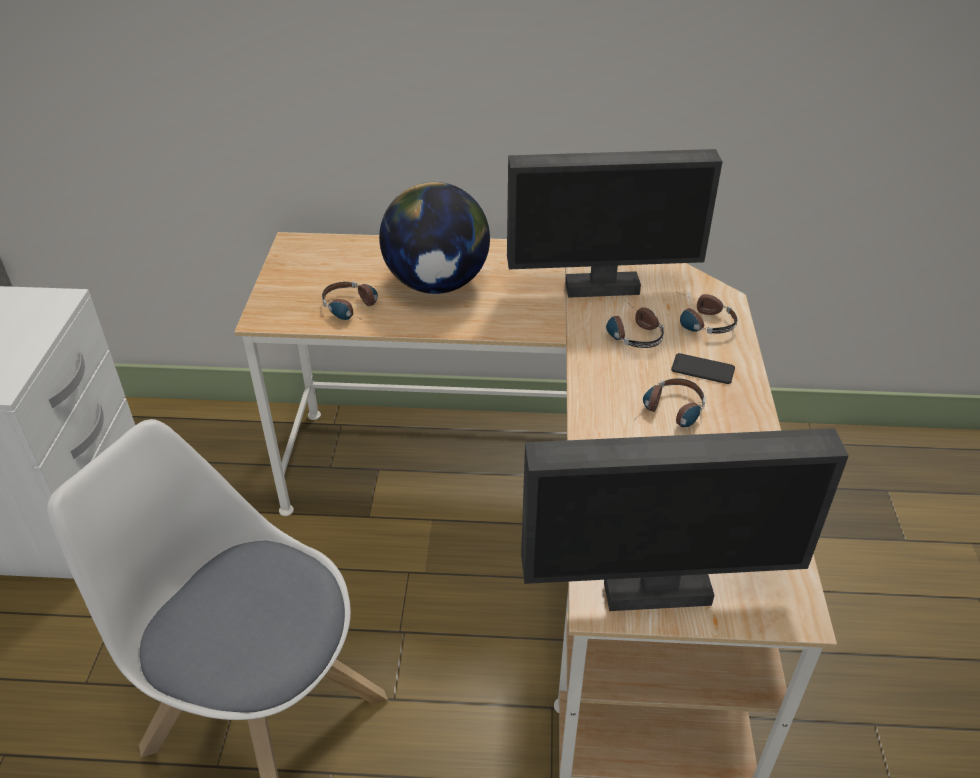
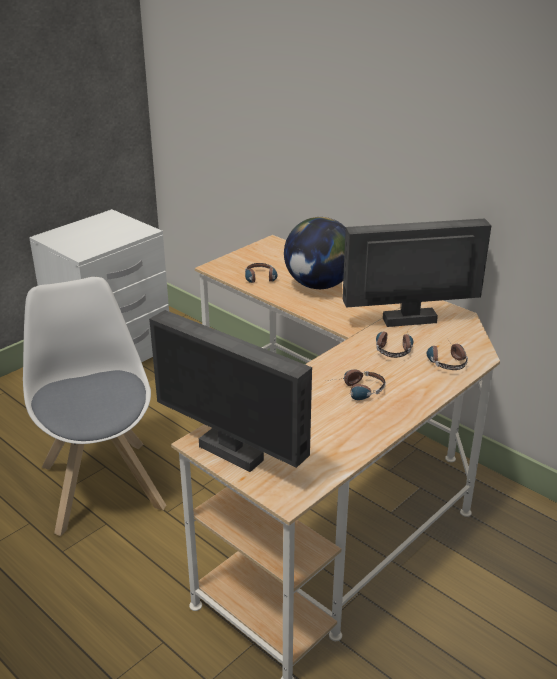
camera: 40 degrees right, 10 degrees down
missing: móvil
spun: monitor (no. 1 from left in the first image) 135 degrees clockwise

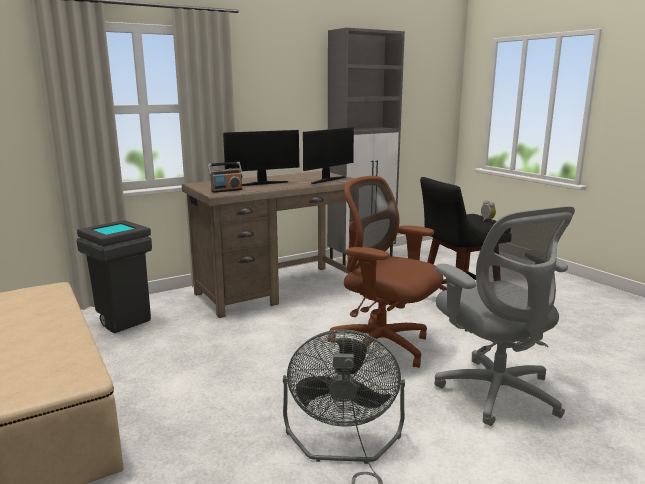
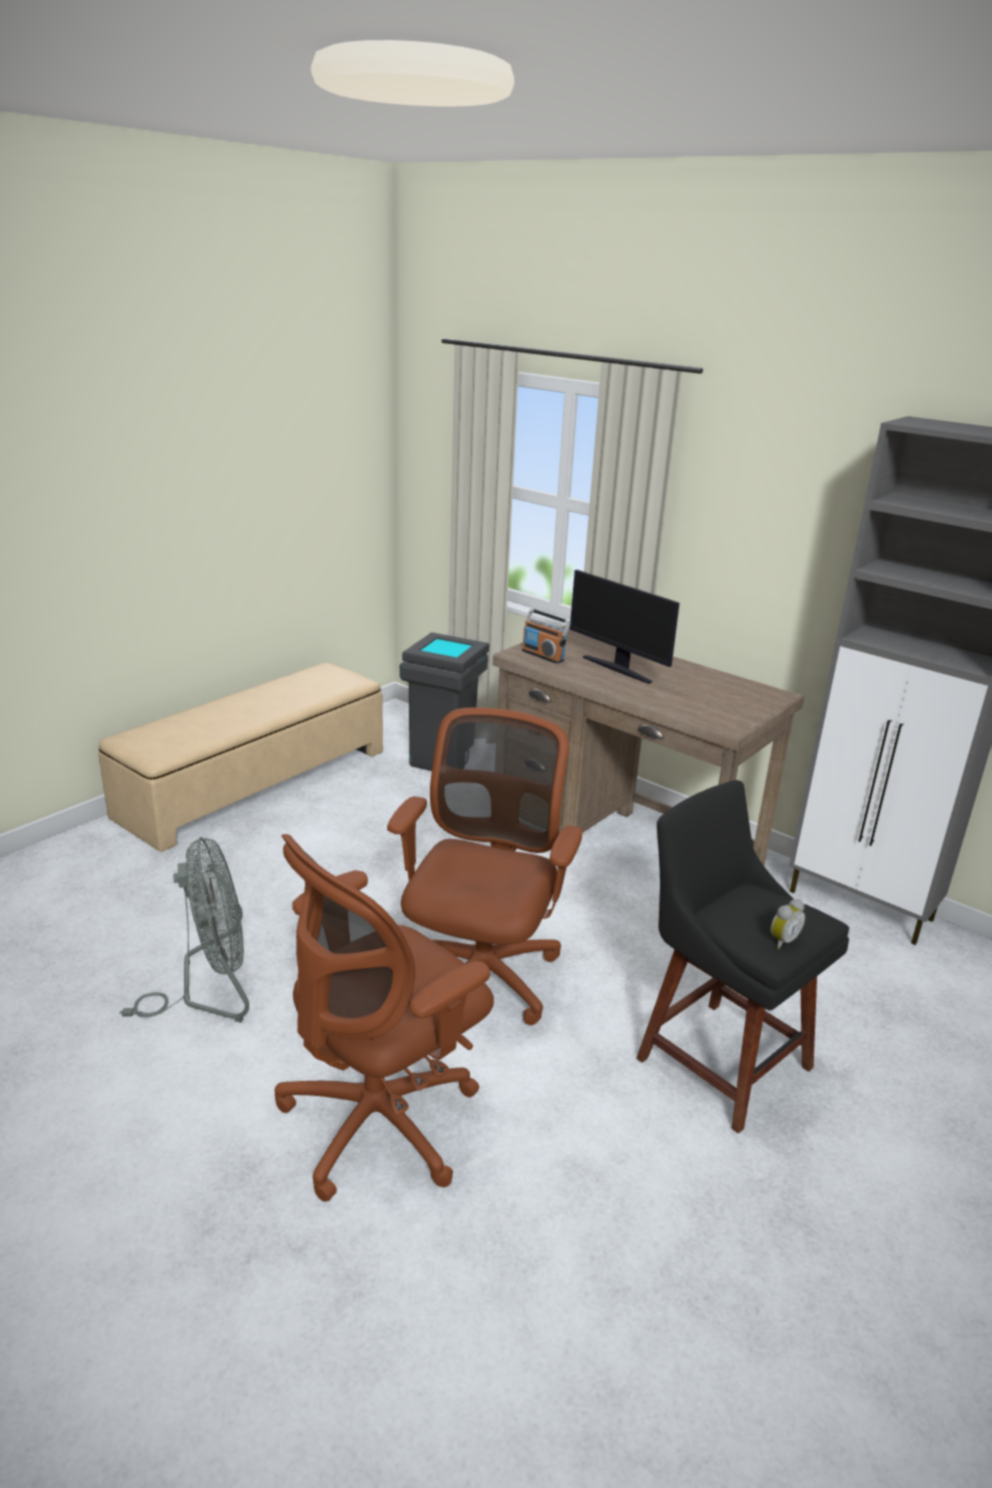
camera: 70 degrees right, 10 degrees up
missing: monitor (no. 2 from left)
colour: silla de oficina [gris] to silla de oficina [marrón] (no. 1 from left)

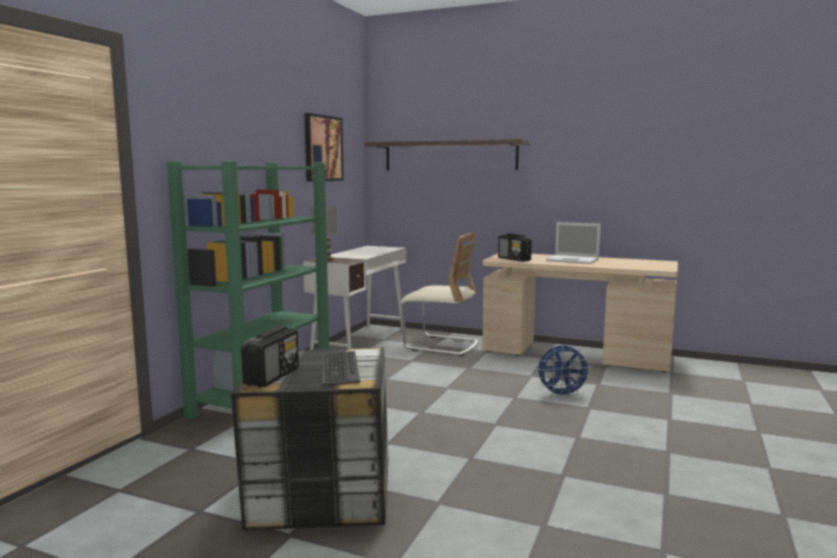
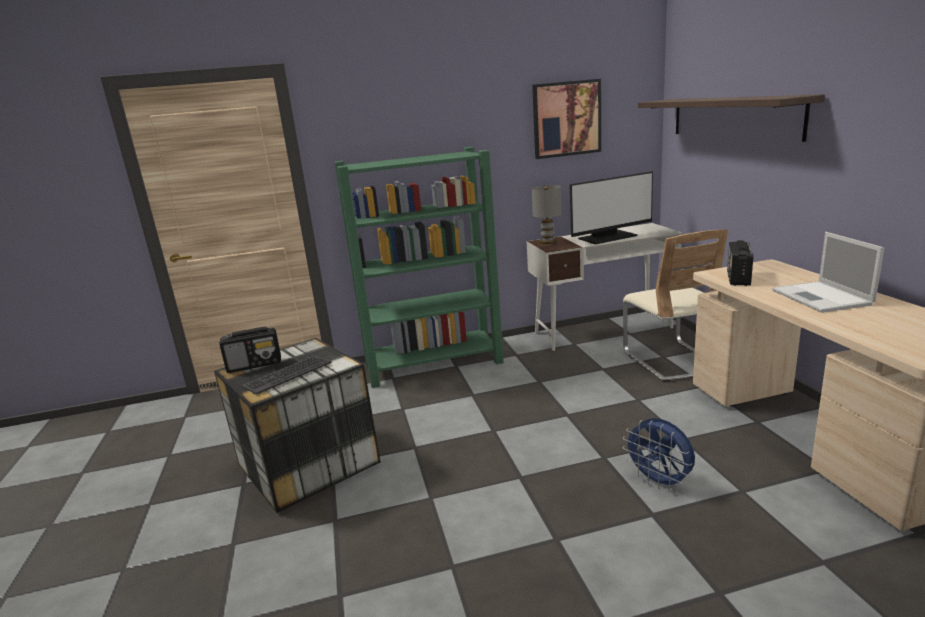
camera: 55 degrees right, 10 degrees up
appeared: monitor

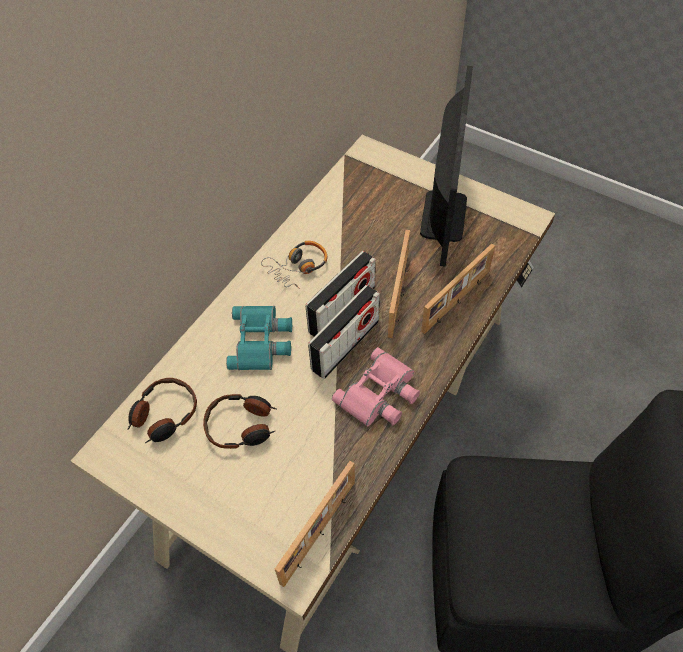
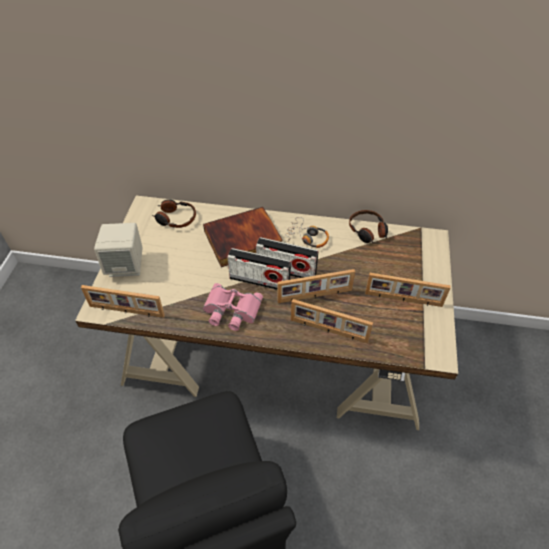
camera: 65 degrees right, 5 degrees down
appeared: altavoz [beis]
relocated: auriculares (no. 2 from left in the first image) to auriculares (no. 3 from left)
exchanged: prismáticos [turquesa] to libro; monitor to portarretratos (no. 4 from left)

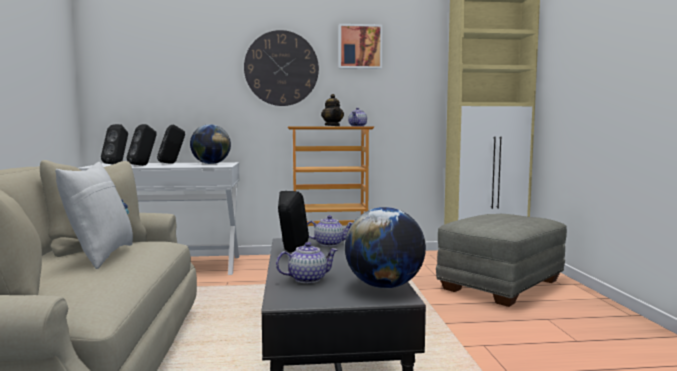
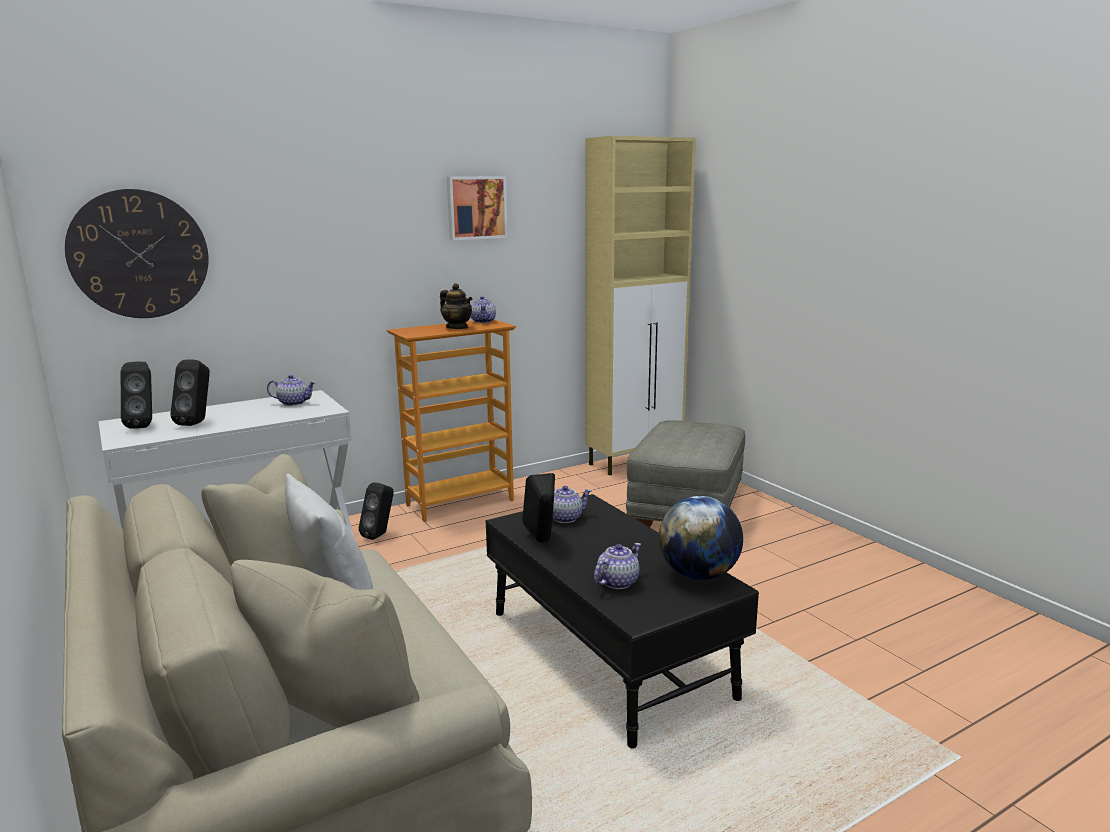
camera: 25 degrees left, 10 degrees up
relocated: altavoz [negro] (no. 3 from left); reloj de pared
exchanged: globo terráqueo (no. 1 from left) to tetera (no. 1 from left)

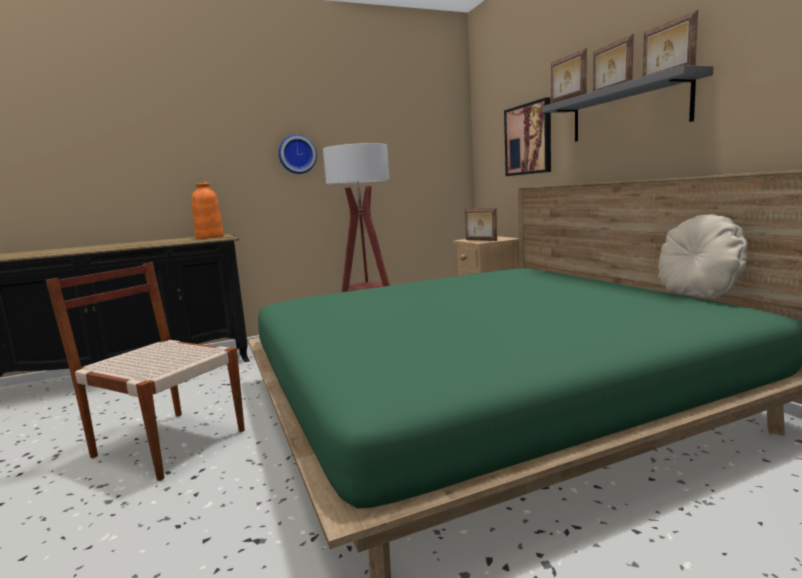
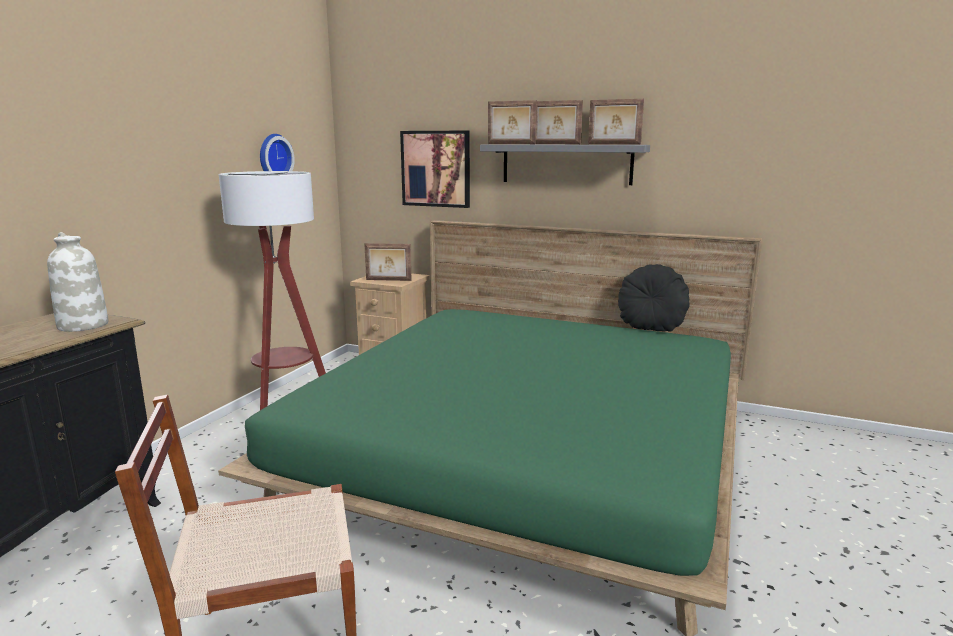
camera: 45 degrees left, 5 degrees up
relocated: reloj de pared
colour: florero [naranja] to florero [blanco]; cojín [beis] to cojín [negro]

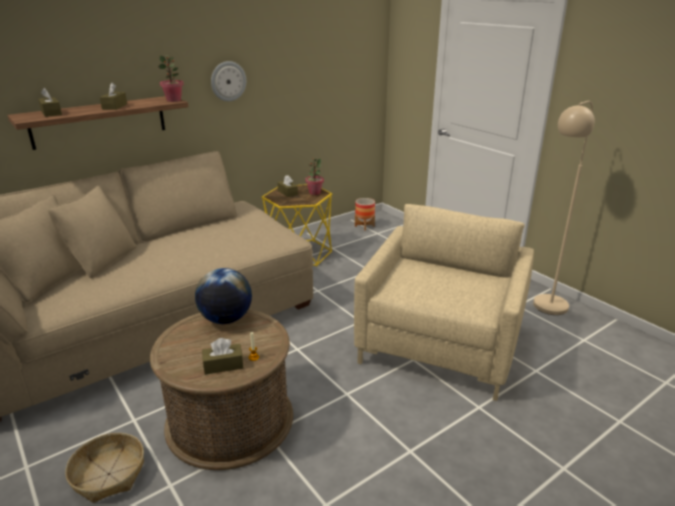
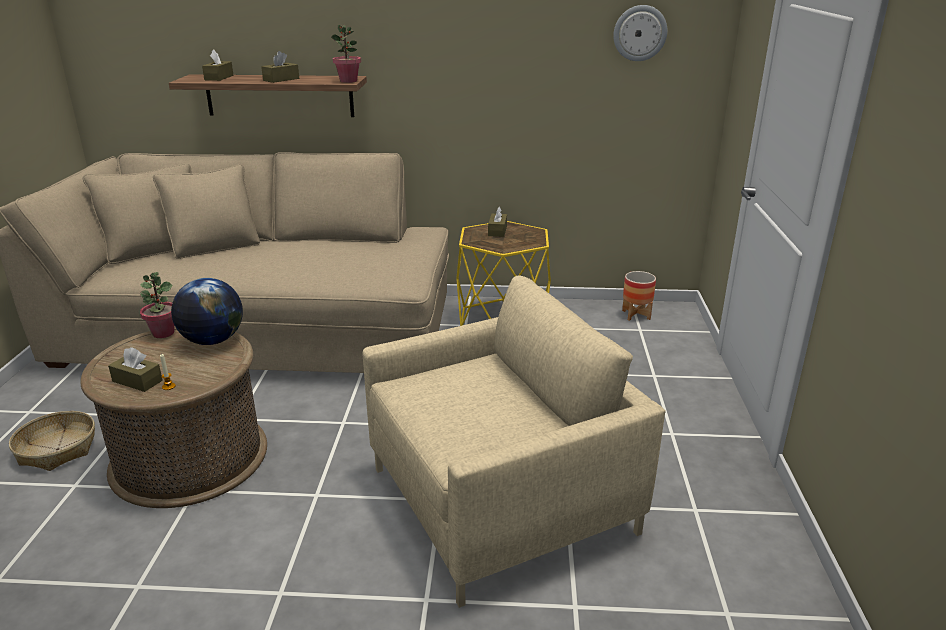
camera: 40 degrees right, 0 degrees up
missing: lámpara de pie [beis]
relocated: reloj de pared; planta en maceta (no. 2 from left in the first image) to planta en maceta (no. 1 from left)

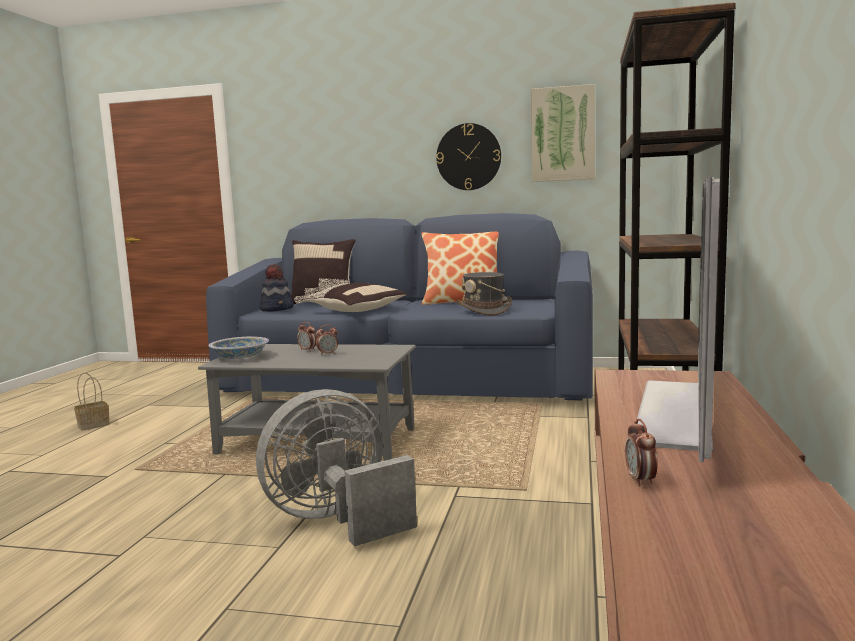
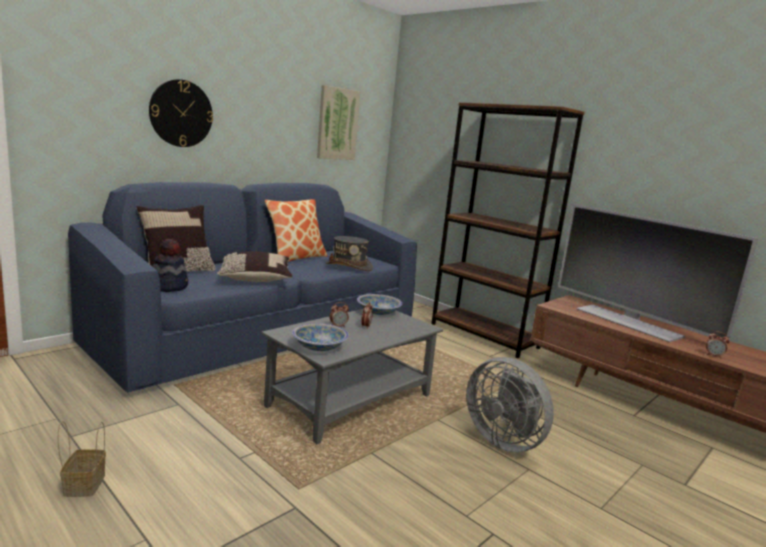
camera: 60 degrees left, 5 degrees up
appeared: cuenco (no. 2 from left)
relocated: reloj de pared
spun: ventilador [gris] 45 degrees counterclockwise

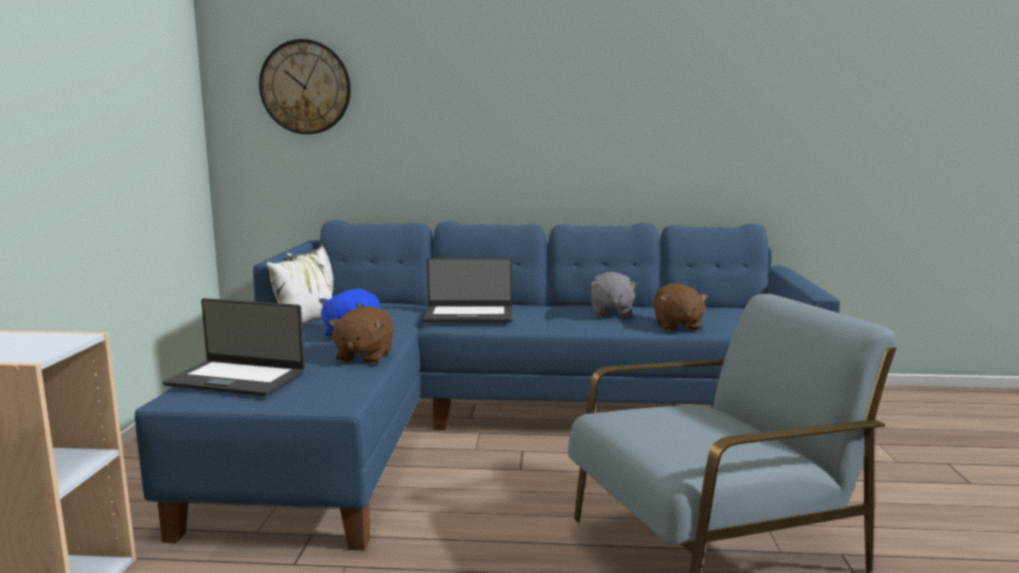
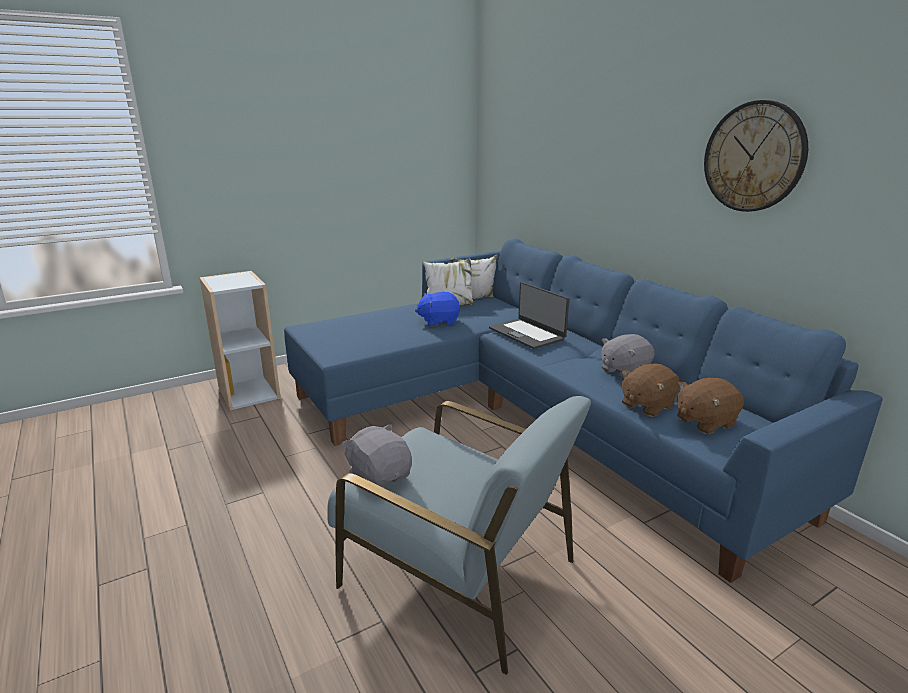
camera: 55 degrees right, 10 degrees up
missing: portátil (no. 1 from left)
appeared: peluche [gris] (no. 1 from left)
relocated: reloj de pared; peluche [marrón] (no. 1 from left in the first image) to peluche [marrón] (no. 2 from left)

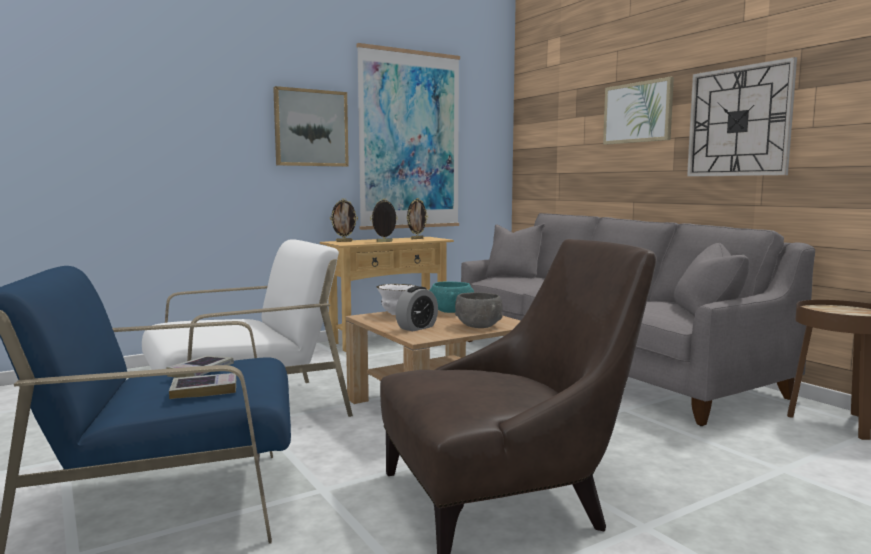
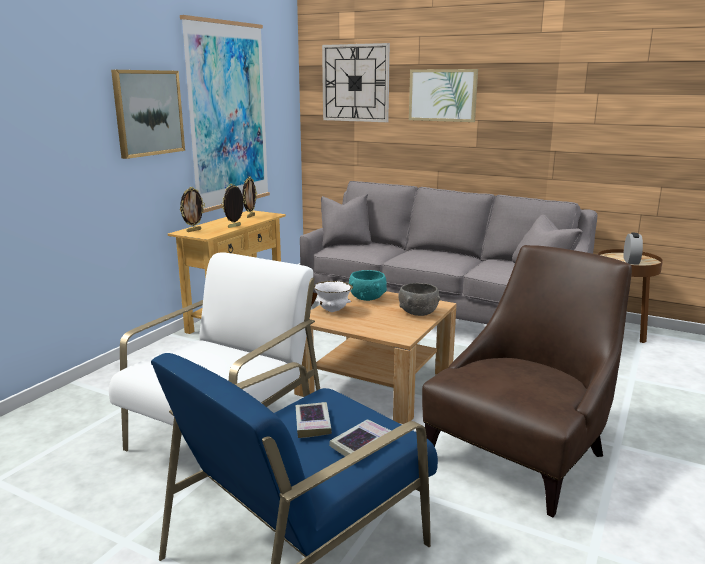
camera: 30 degrees left, 10 degrees up
relocated: despertador; reloj de pared

